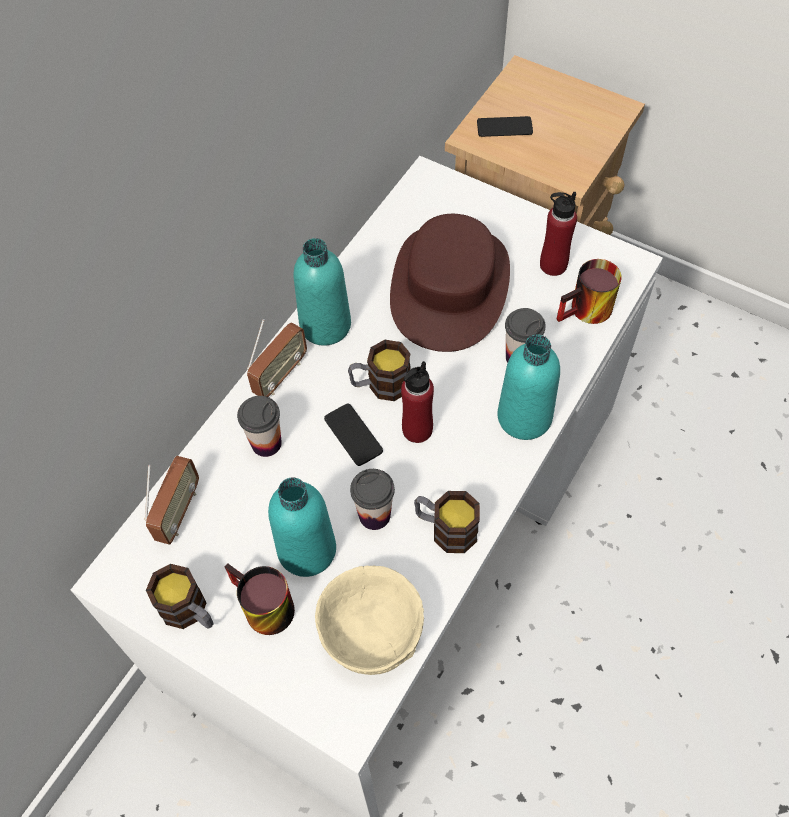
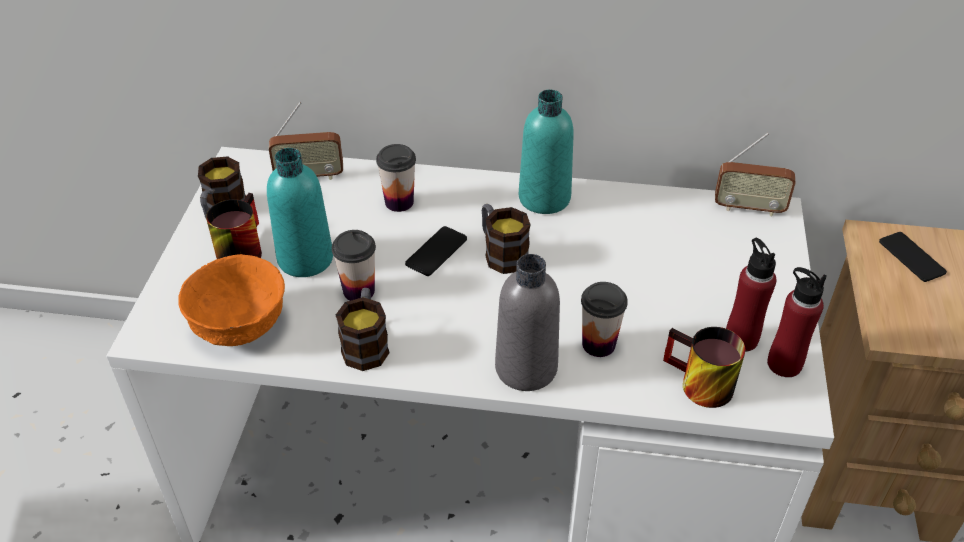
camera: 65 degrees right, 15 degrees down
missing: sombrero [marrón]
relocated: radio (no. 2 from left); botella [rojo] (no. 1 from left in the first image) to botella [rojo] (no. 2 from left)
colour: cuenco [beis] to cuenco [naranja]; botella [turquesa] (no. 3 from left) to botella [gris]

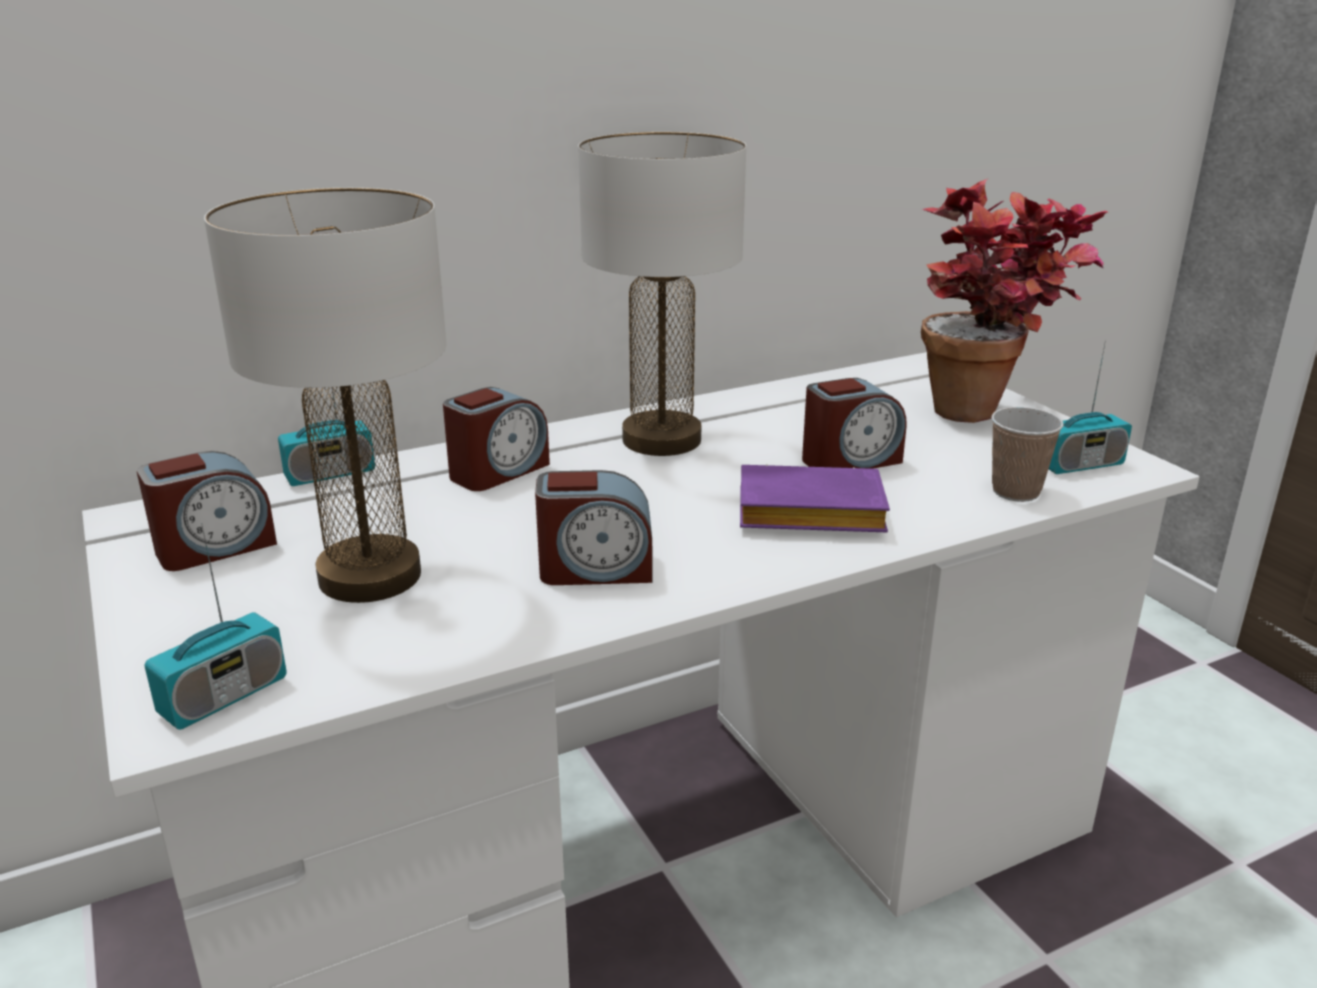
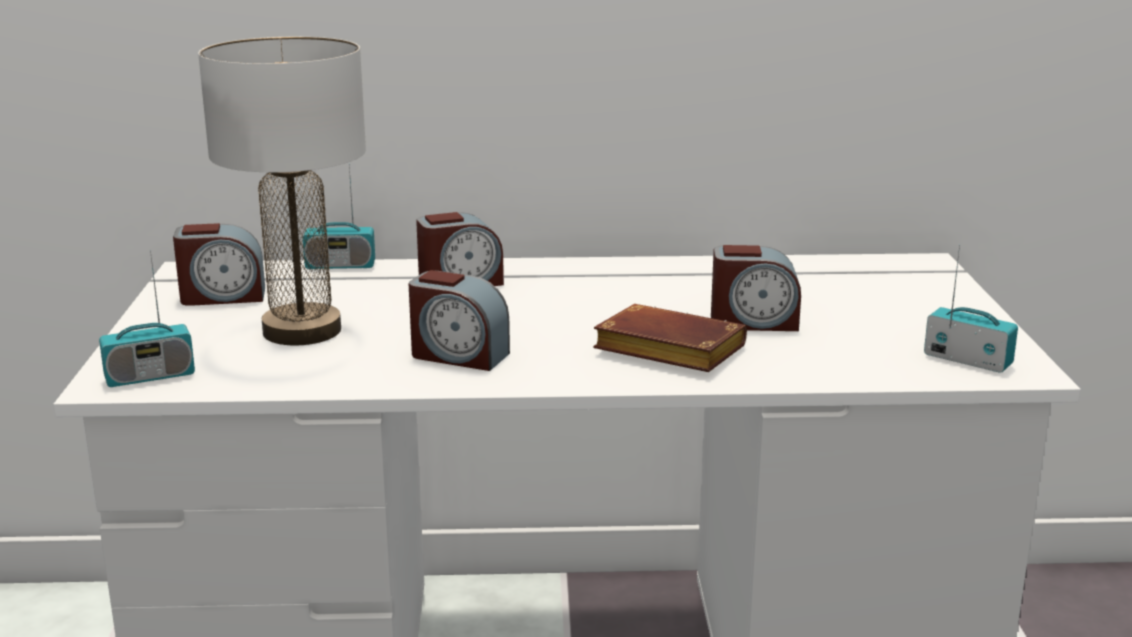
camera: 25 degrees right, 5 degrees down
missing: lámpara de mesa (no. 2 from left); planta en maceta; taza
colour: libro [morado] to libro [marrón]
spun: radio (no. 3 from left) 150 degrees counterclockwise

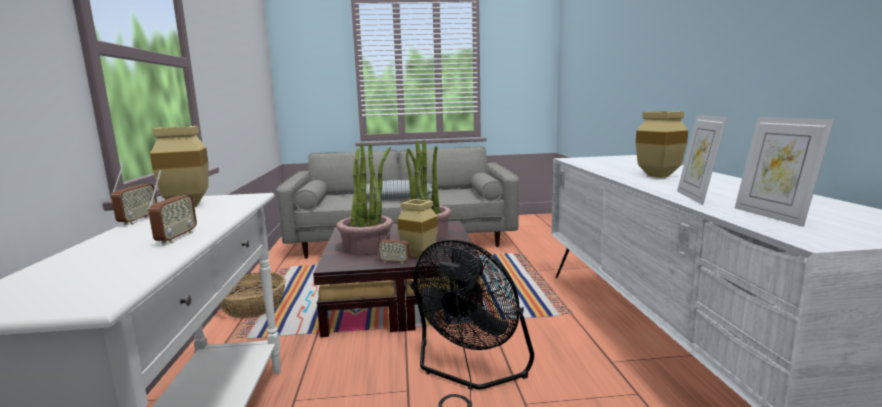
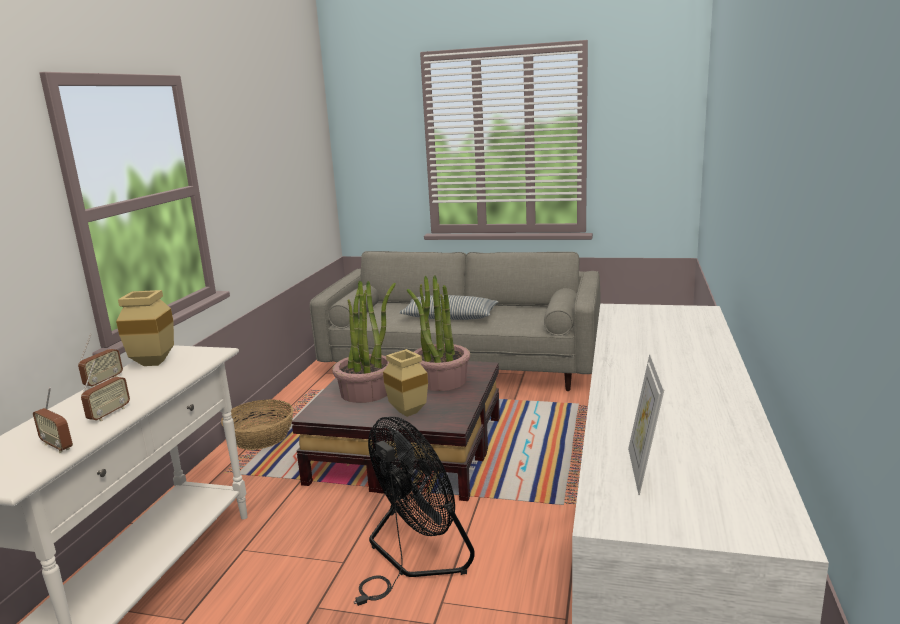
camera: 20 degrees right, 5 degrees up
missing: florero [beis] (no. 3 from left); portarretratos (no. 1 from left)
relocated: radio (no. 3 from left in the first image) to radio (no. 1 from left)

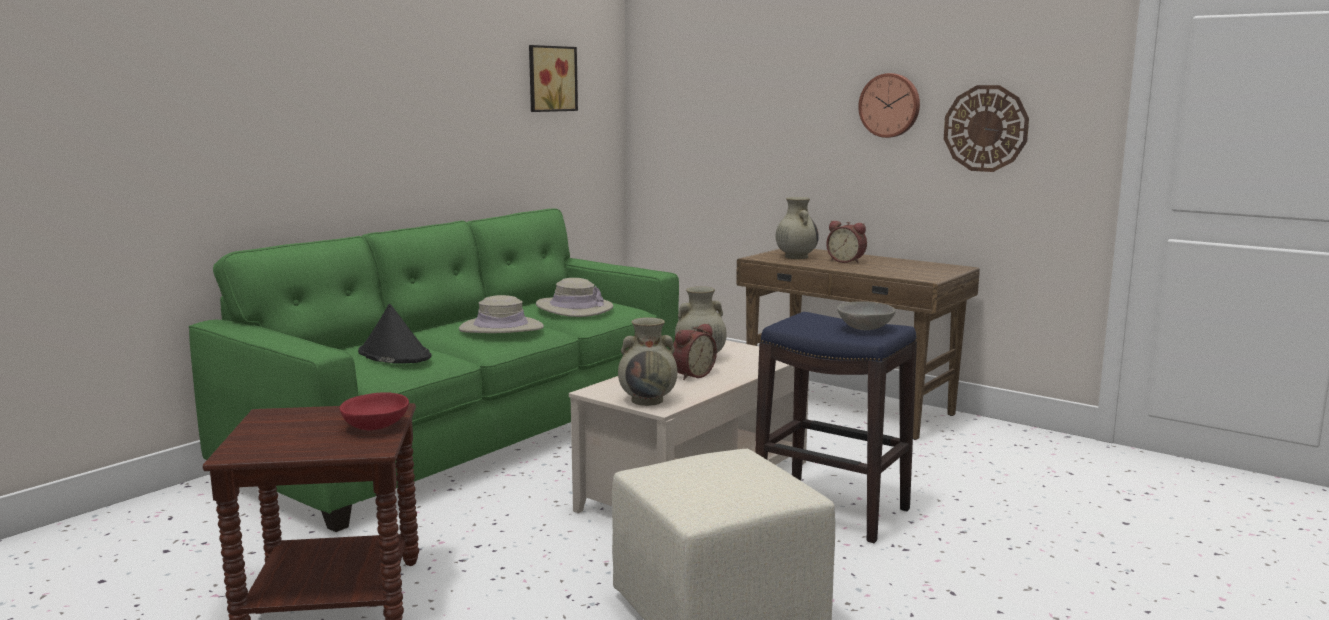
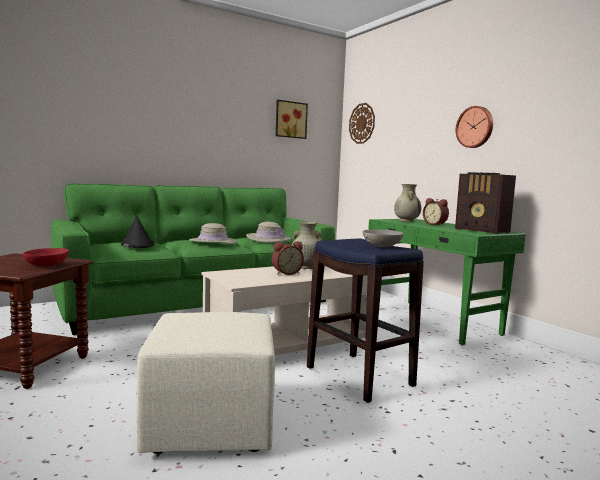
camera: 20 degrees right, 5 degrees down
missing: florero [beis] (no. 1 from left)
appeared: radio
relocated: reloj de pared (no. 2 from left in the first image) to reloj de pared (no. 1 from left)
colour: mesa consola [marrón] to mesa consola [verde]

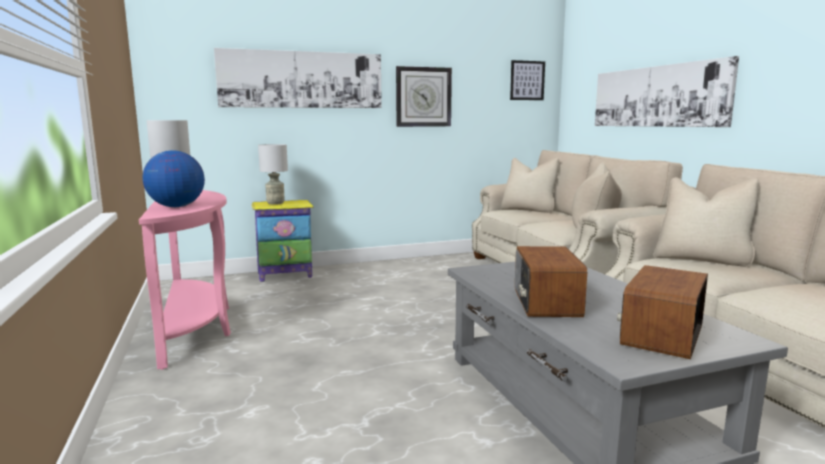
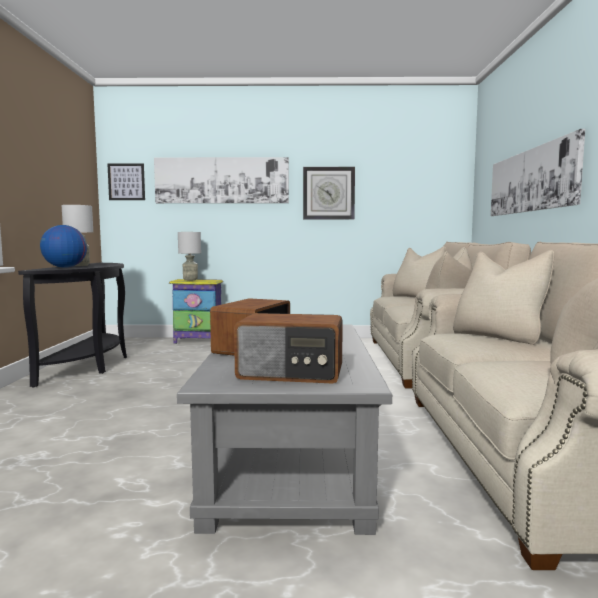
camera: 20 degrees right, 5 degrees down
relocated: cuadro (no. 2 from left in the first image) to cuadro (no. 1 from left)
colour: mesa consola [rosa] to mesa consola [negro]
spun: radio (no. 2 from left) 135 degrees counterclockwise

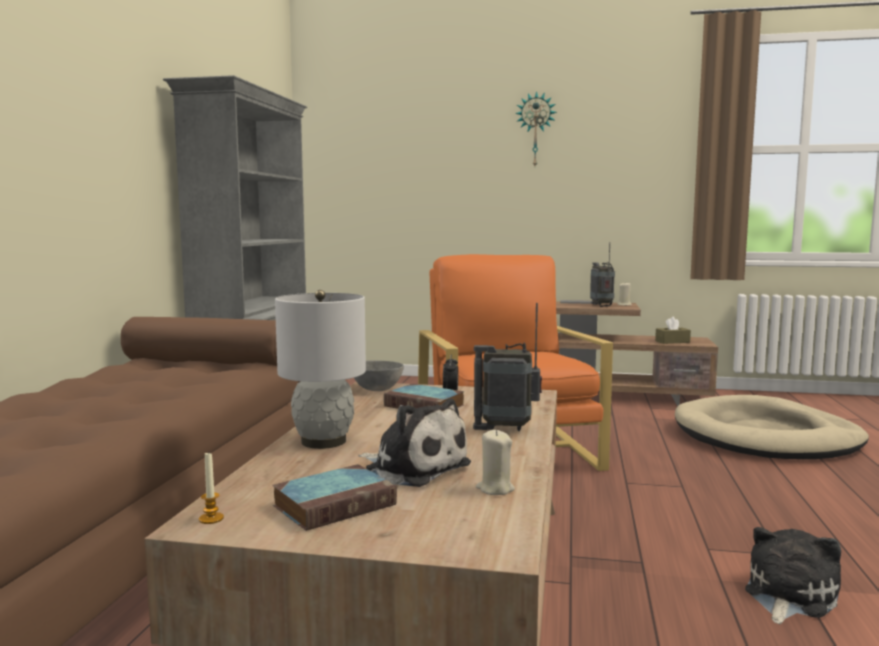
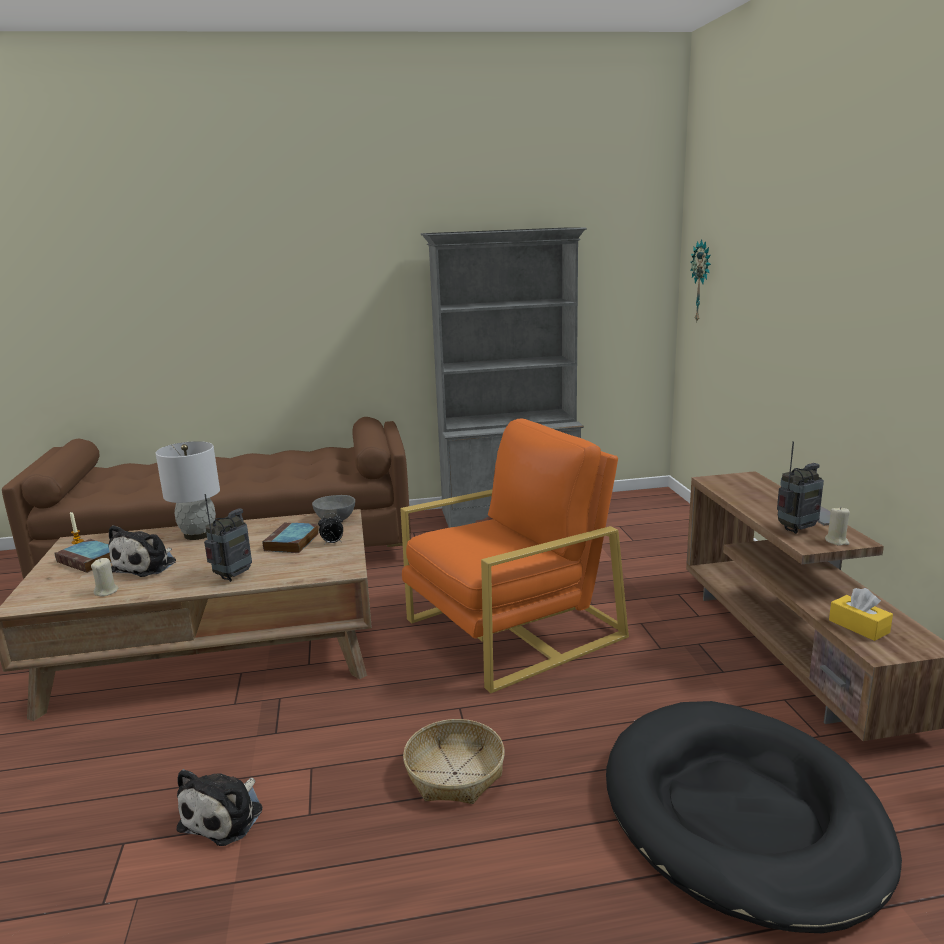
camera: 70 degrees right, 10 degrees up
appeared: cesta
relocated: reloj de pared
colour: caja de pañuelos [marrón] to caja de pañuelos [amarillo]; cama para perro [beis] to cama para perro [negro]
spun: radio (no. 1 from left) 45 degrees clockwise; peluche (no. 2 from left) 90 degrees clockwise

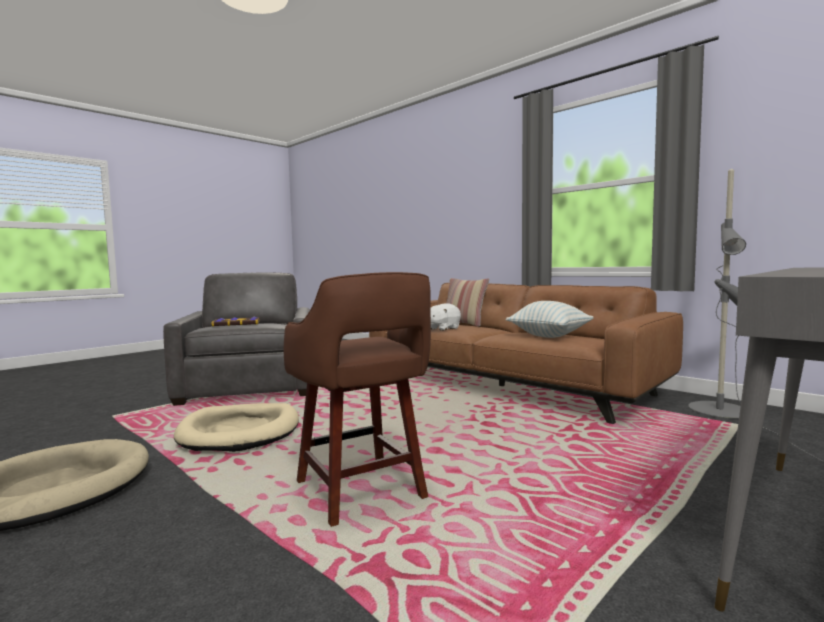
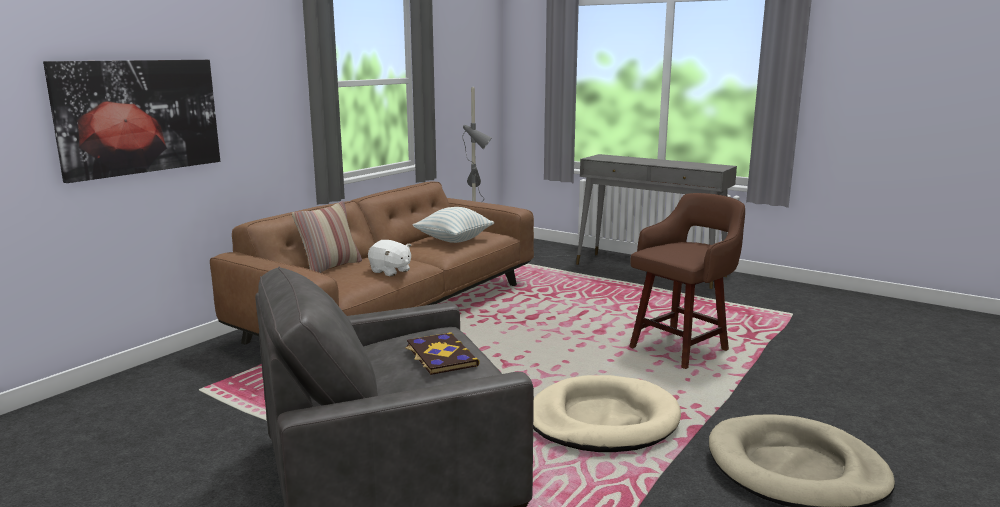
camera: 100 degrees left, 10 degrees up
appeared: cuadro

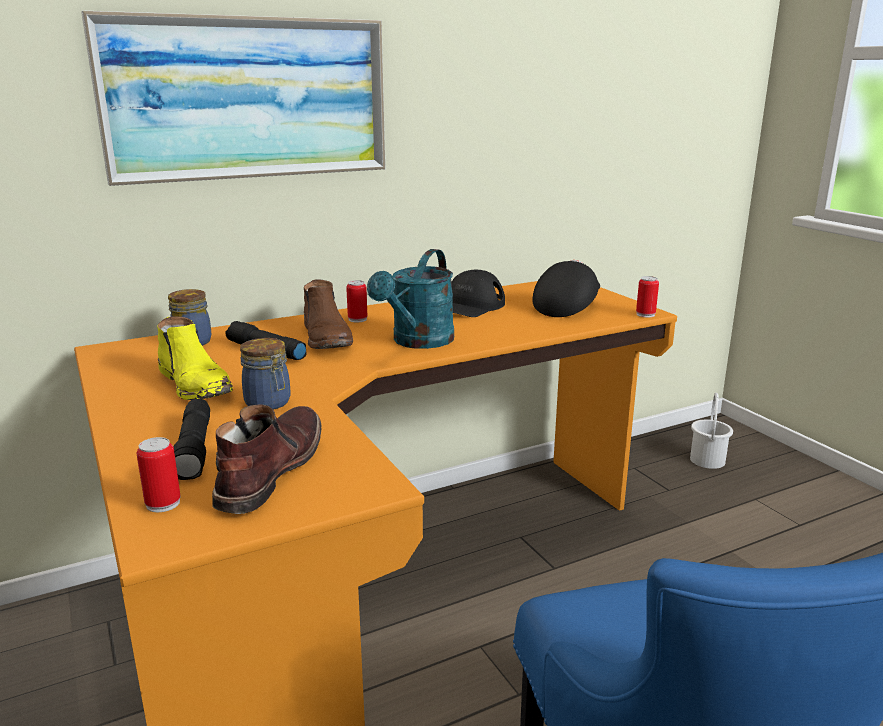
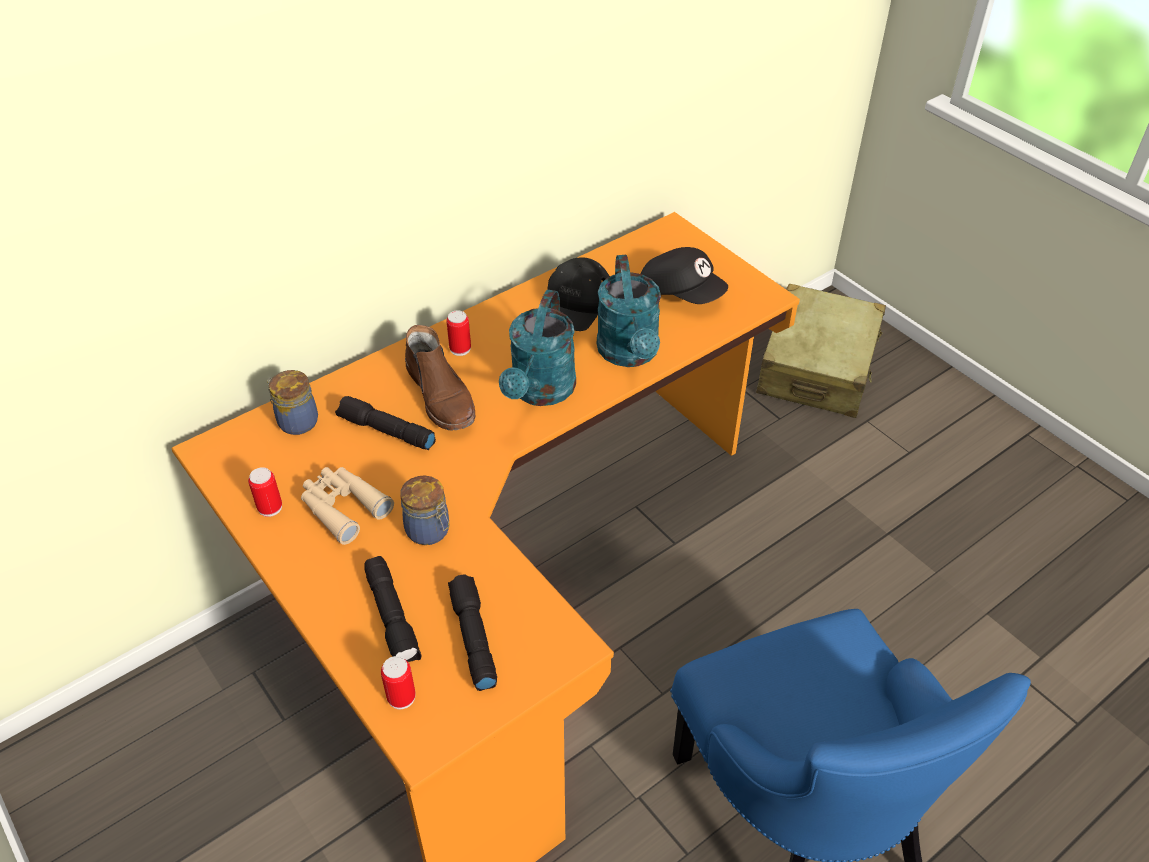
camera: 10 degrees left, 25 degrees up
missing: cuadro
appeared: regadera [turquesa] (no. 2 from left)
relocated: lata (no. 3 from left in the first image) to lata (no. 1 from left)
exchanged: bota [amarillo] to prismáticos [beis]; bota [marrón] (no. 1 from left) to linterna [negro] (no. 3 from left); cubo [blanco] to maleta [beis]
spun: gorra [negro] (no. 2 from left) 105 degrees clockwise

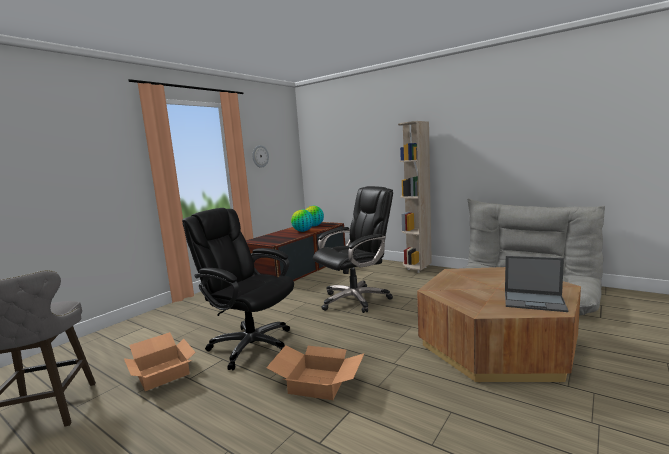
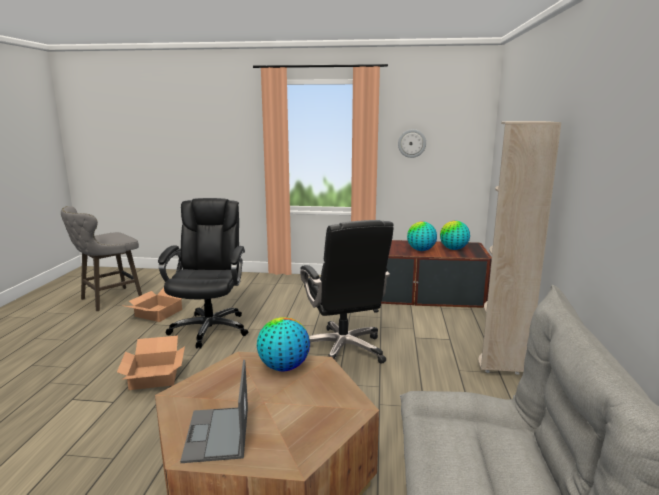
camera: 60 degrees right, 5 degrees up
appeared: globo terráqueo (no. 1 from left)
spun: silla de oficina [negro] (no. 2 from left) 45 degrees clockwise

